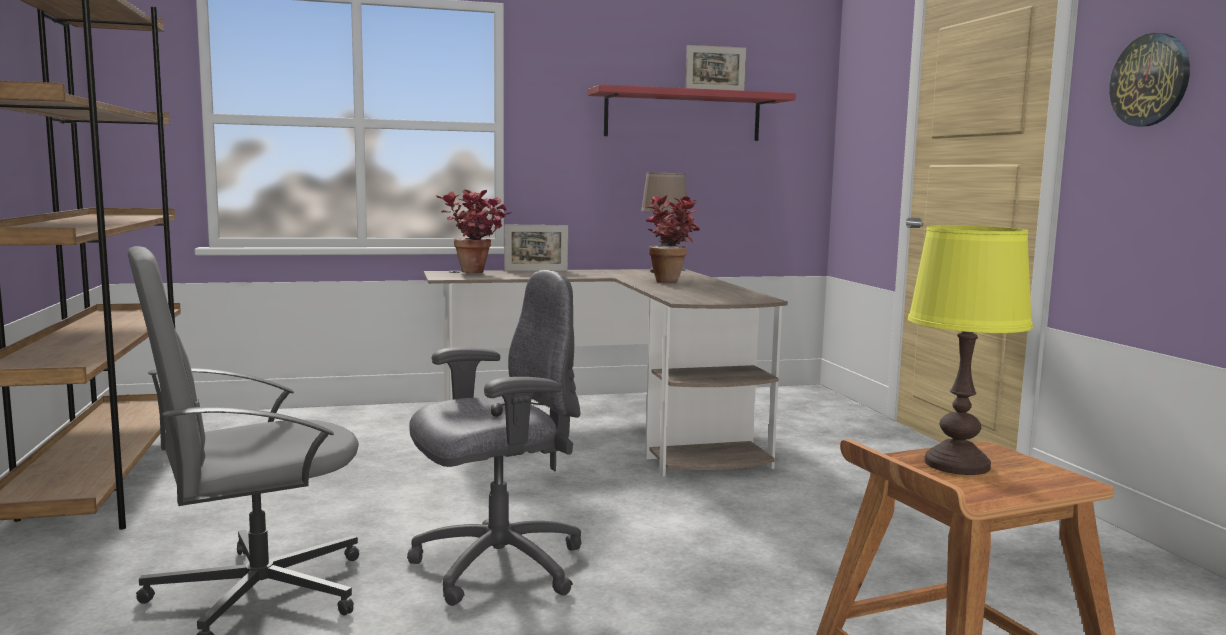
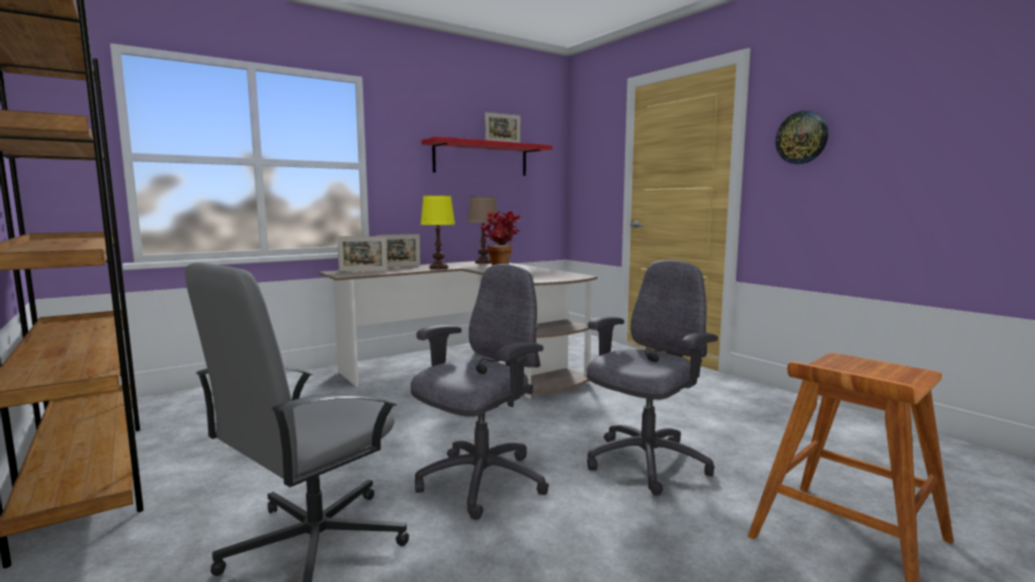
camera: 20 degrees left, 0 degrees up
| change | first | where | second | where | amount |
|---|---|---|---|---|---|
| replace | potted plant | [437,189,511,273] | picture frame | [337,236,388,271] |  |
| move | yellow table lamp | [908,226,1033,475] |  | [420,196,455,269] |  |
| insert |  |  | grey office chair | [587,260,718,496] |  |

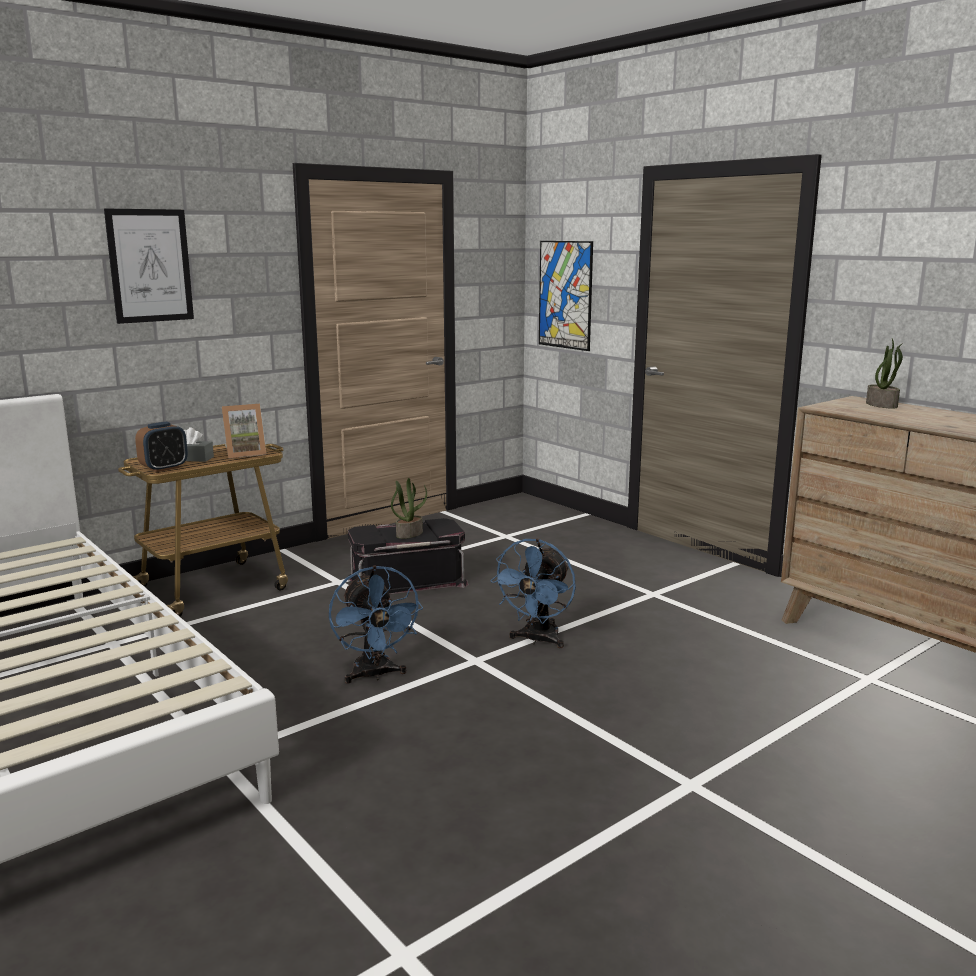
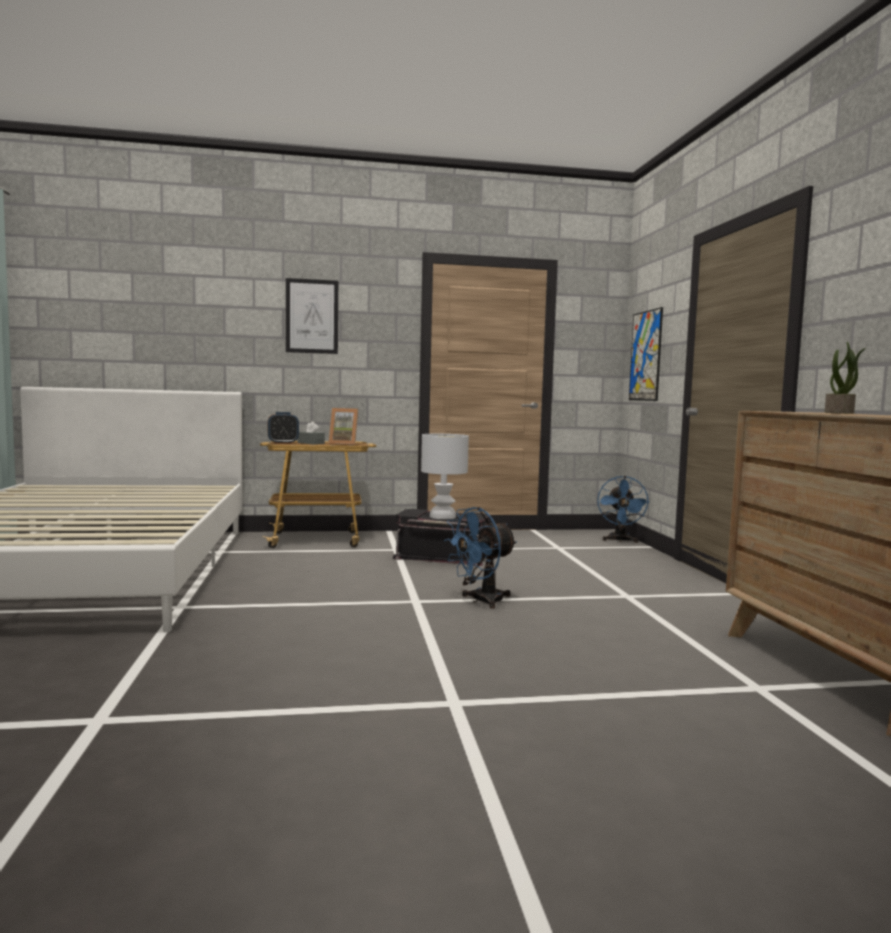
camera: 30 degrees right, 10 degrees down
| change | first | where | second | where | amount |
|---|---|---|---|---|---|
| replace | potted plant | [391,478,427,539] | white table lamp | [421,434,469,519] |  |
| move | blue fan | [329,565,423,684] |  | [597,476,649,543] |  |

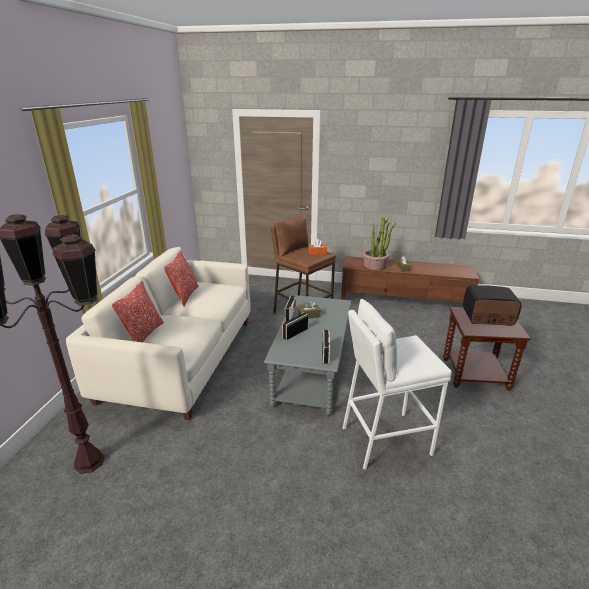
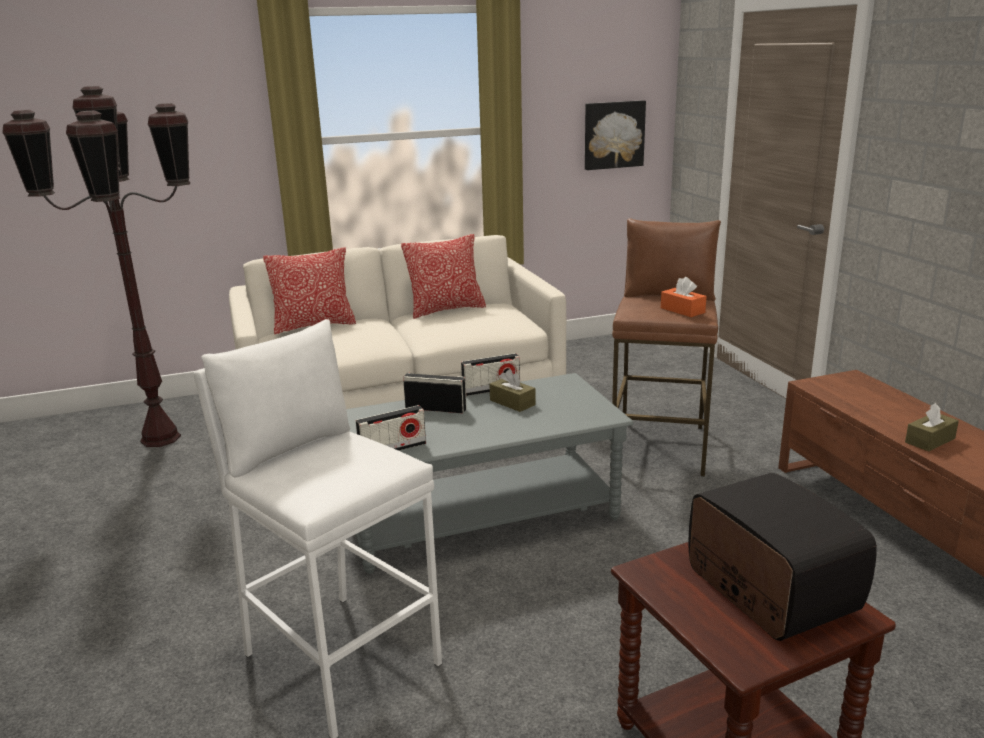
camera: 60 degrees right, 5 degrees down
| change | first | where | second | where | amount |
|---|---|---|---|---|---|
| insert |  |  | picture | [585,100,646,170] |  |
| delete | potted plant | [362,217,396,270] |  |  |  |

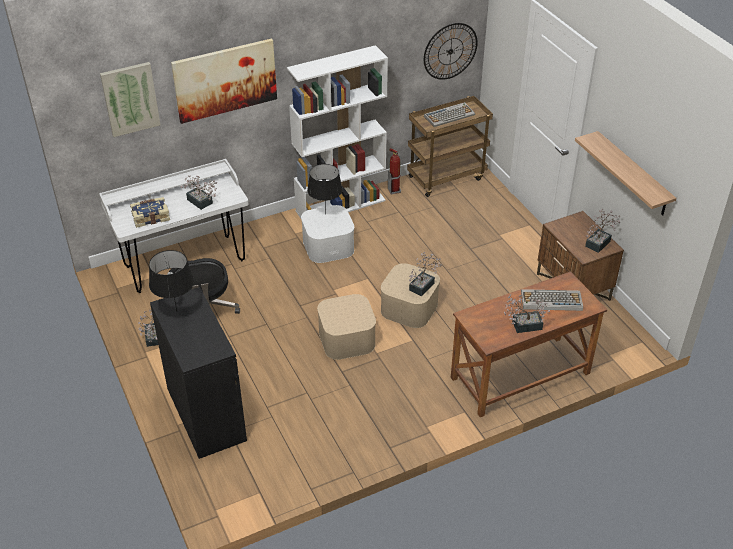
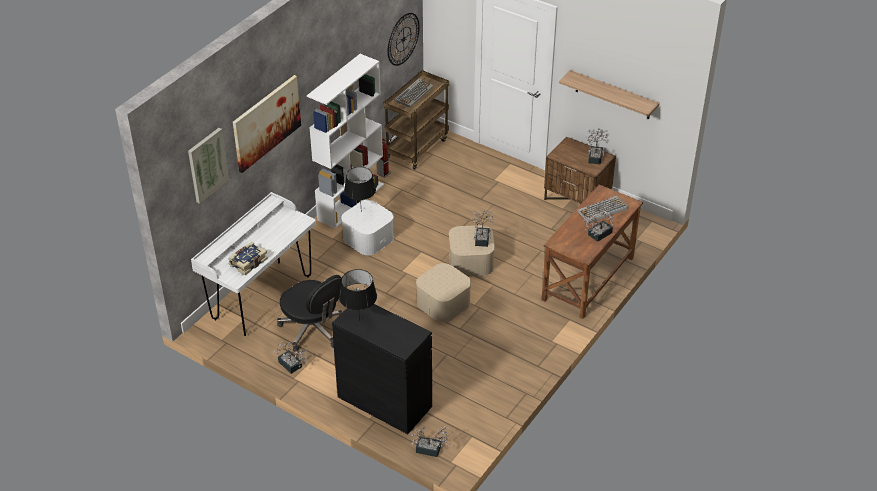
camera: 30 degrees left, 0 degrees up
| change | first | where | second | where | amount |
|---|---|---|---|---|---|
| move | potted plant | [180,175,218,210] |  | [411,426,449,457] |  |

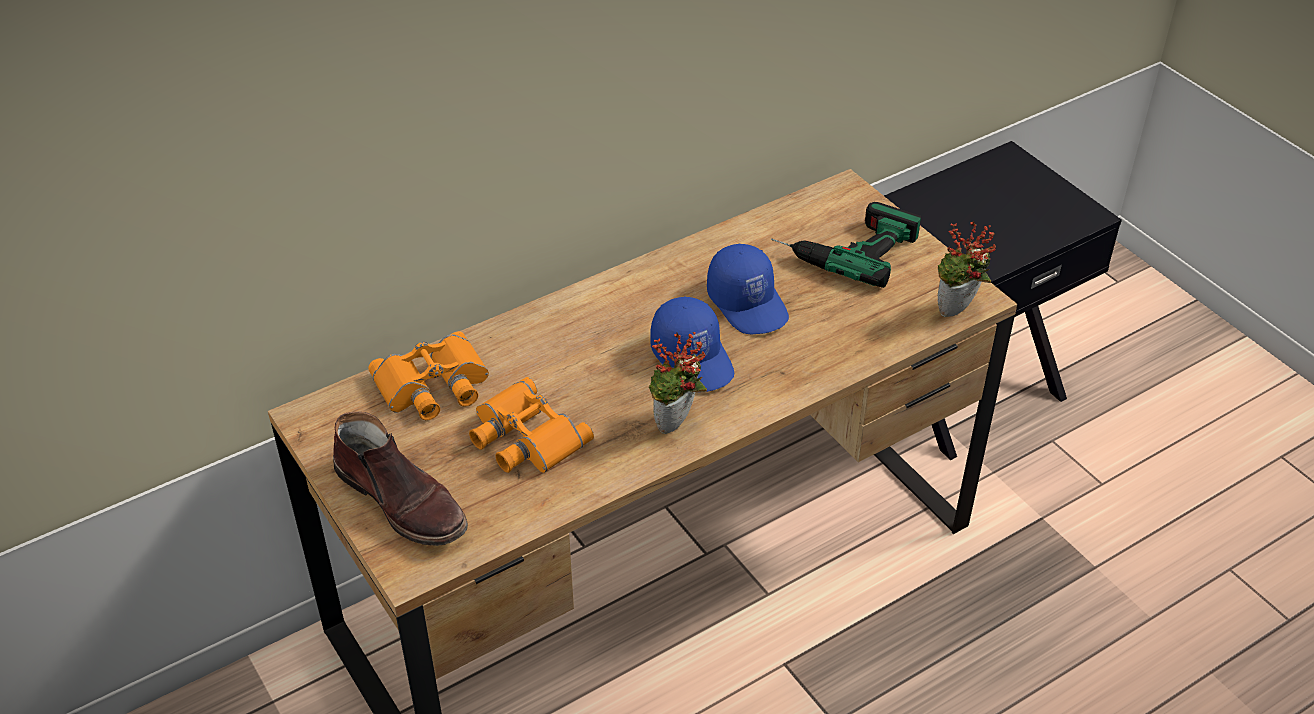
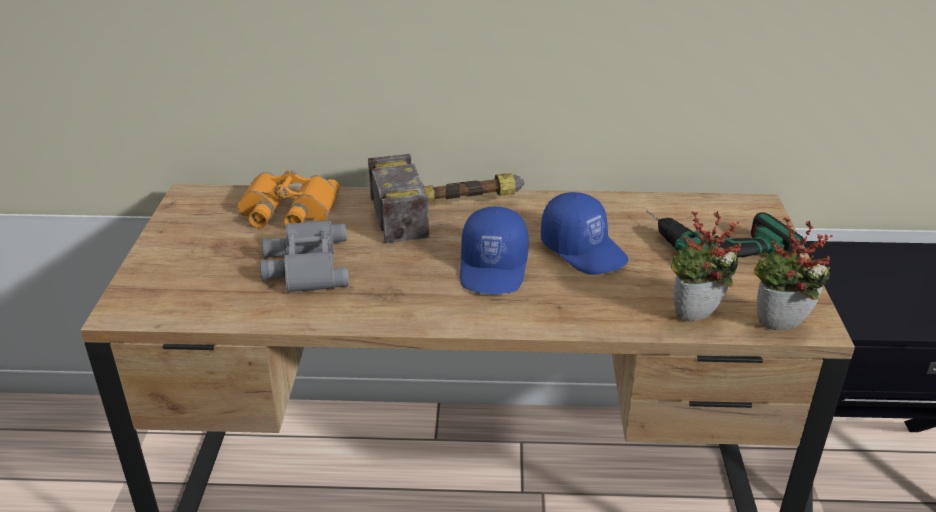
camera: 35 degrees right, 10 degrees down
| change | first | where | second | where | amount |
|---|---|---|---|---|---|
| recolor | orange binoculars | [469,377,594,473] | grey binoculars | [260,220,349,292] |  |
| insert |  |  | hammer | [368,154,525,244] |  |
| rotate | blue cap | [707,244,789,334] |  | [541,192,628,275] | 45 degrees counterclockwise |
| move | potted plant | [649,332,707,434] |  | [671,211,741,321] |  |
| delete | brown boot | [333,412,468,546] |  |  |  |

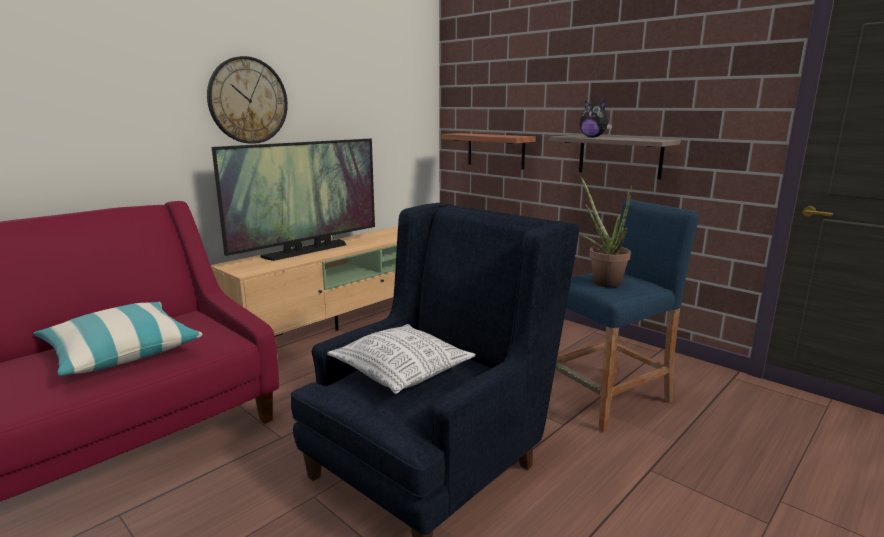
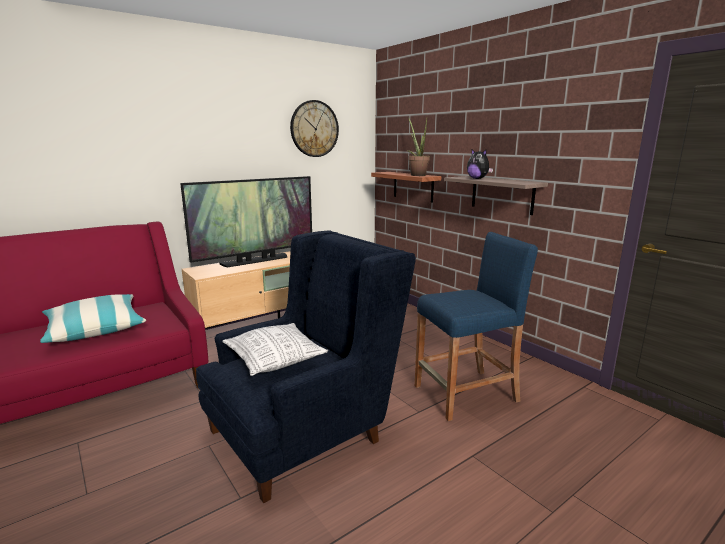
camera: 10 degrees right, 0 degrees up
| change | first | where | second | where | amount |
|---|---|---|---|---|---|
| move | wall clock | [207,56,288,144] |  | [290,100,339,157] |  |
| move | potted plant | [580,176,632,287] |  | [407,117,430,176] |  |

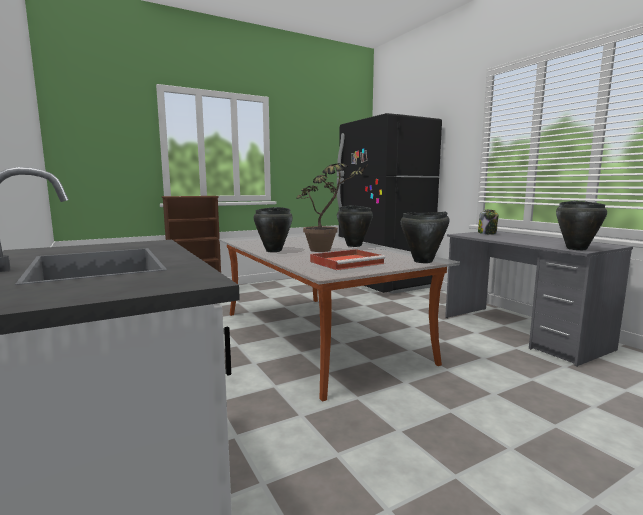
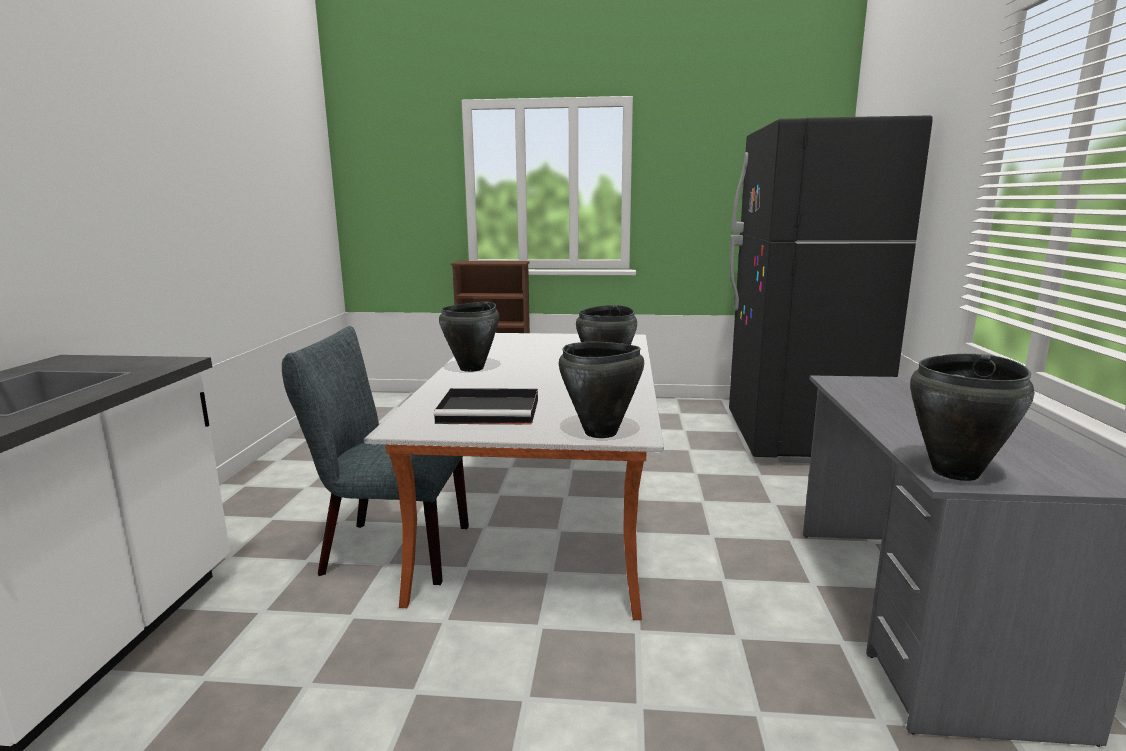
camera: 35 degrees right, 5 degrees up
| change | first | where | second | where | amount |
|---|---|---|---|---|---|
| insert |  |  | grey chair | [282,326,469,585] |  |
| recolor | red tray | [310,249,385,270] | black tray | [434,388,538,424] |  |
| delete | potted plant | [296,163,368,252] |  |  |  |
| delete | jar | [478,210,498,235] |  |  |  |

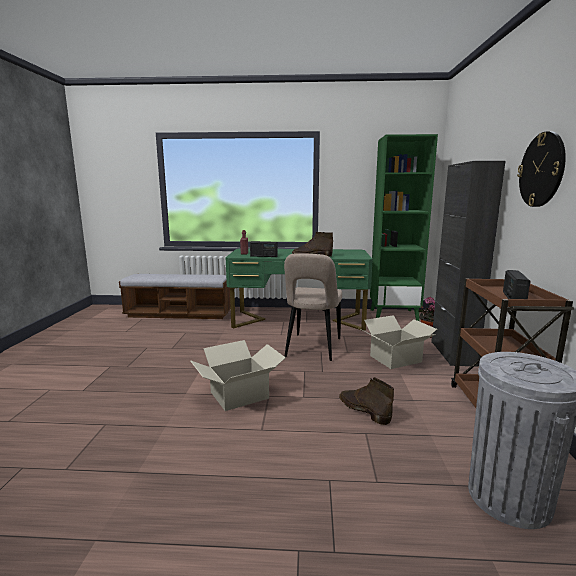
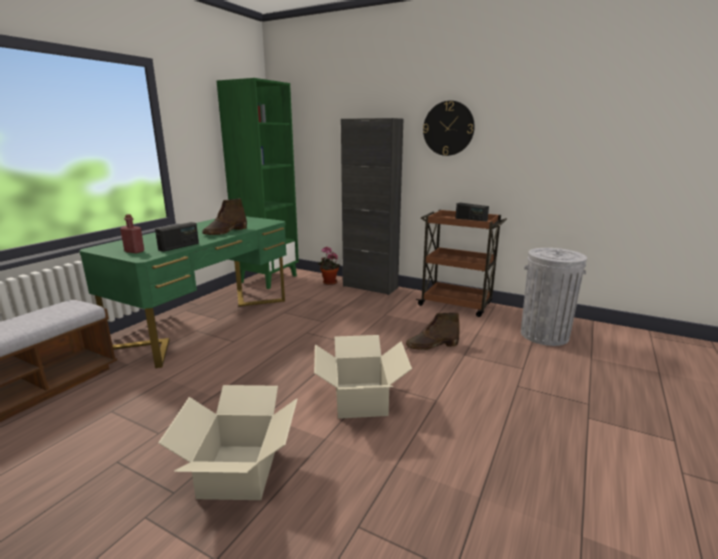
camera: 65 degrees left, 5 degrees up
| change | first | where | second | where | amount |
|---|---|---|---|---|---|
| move | cardboard box | [359,315,437,369] |  | [158,385,297,500] |  |
| delete | beige chair | [284,253,342,361] |  |  |  |

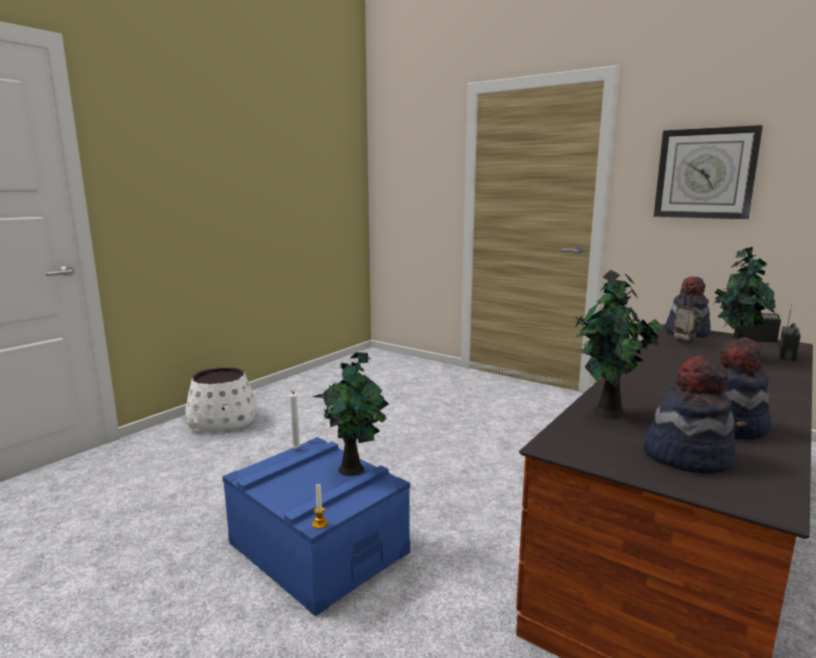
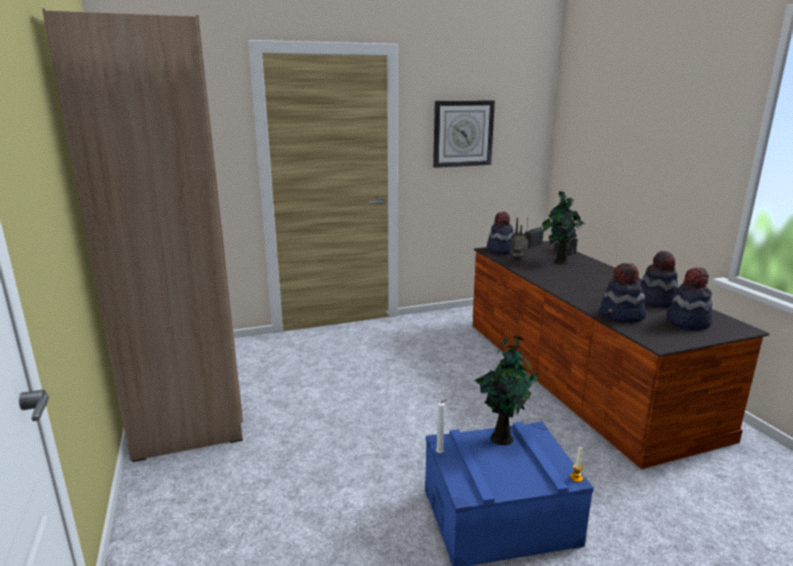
camera: 55 degrees left, 5 degrees up
| change | first | where | second | where | amount |
|---|---|---|---|---|---|
| insert |  |  | beige wardrobe | [42,8,243,462] |  |
| replace | potted plant | [575,270,663,419] | hat | [600,263,646,323] |  |
| delete | white planter | [185,368,257,432] |  |  |  |

